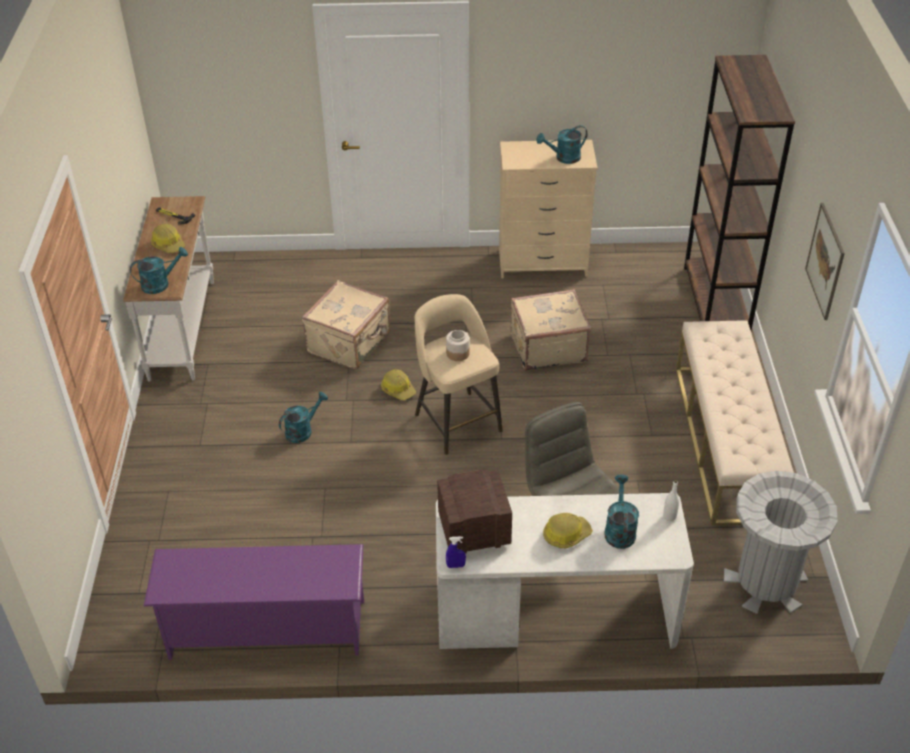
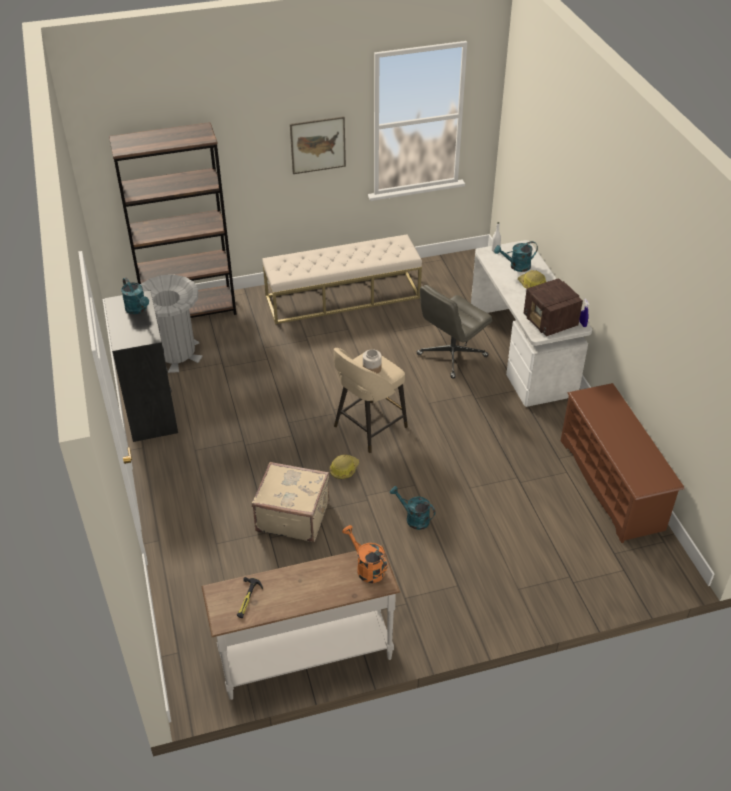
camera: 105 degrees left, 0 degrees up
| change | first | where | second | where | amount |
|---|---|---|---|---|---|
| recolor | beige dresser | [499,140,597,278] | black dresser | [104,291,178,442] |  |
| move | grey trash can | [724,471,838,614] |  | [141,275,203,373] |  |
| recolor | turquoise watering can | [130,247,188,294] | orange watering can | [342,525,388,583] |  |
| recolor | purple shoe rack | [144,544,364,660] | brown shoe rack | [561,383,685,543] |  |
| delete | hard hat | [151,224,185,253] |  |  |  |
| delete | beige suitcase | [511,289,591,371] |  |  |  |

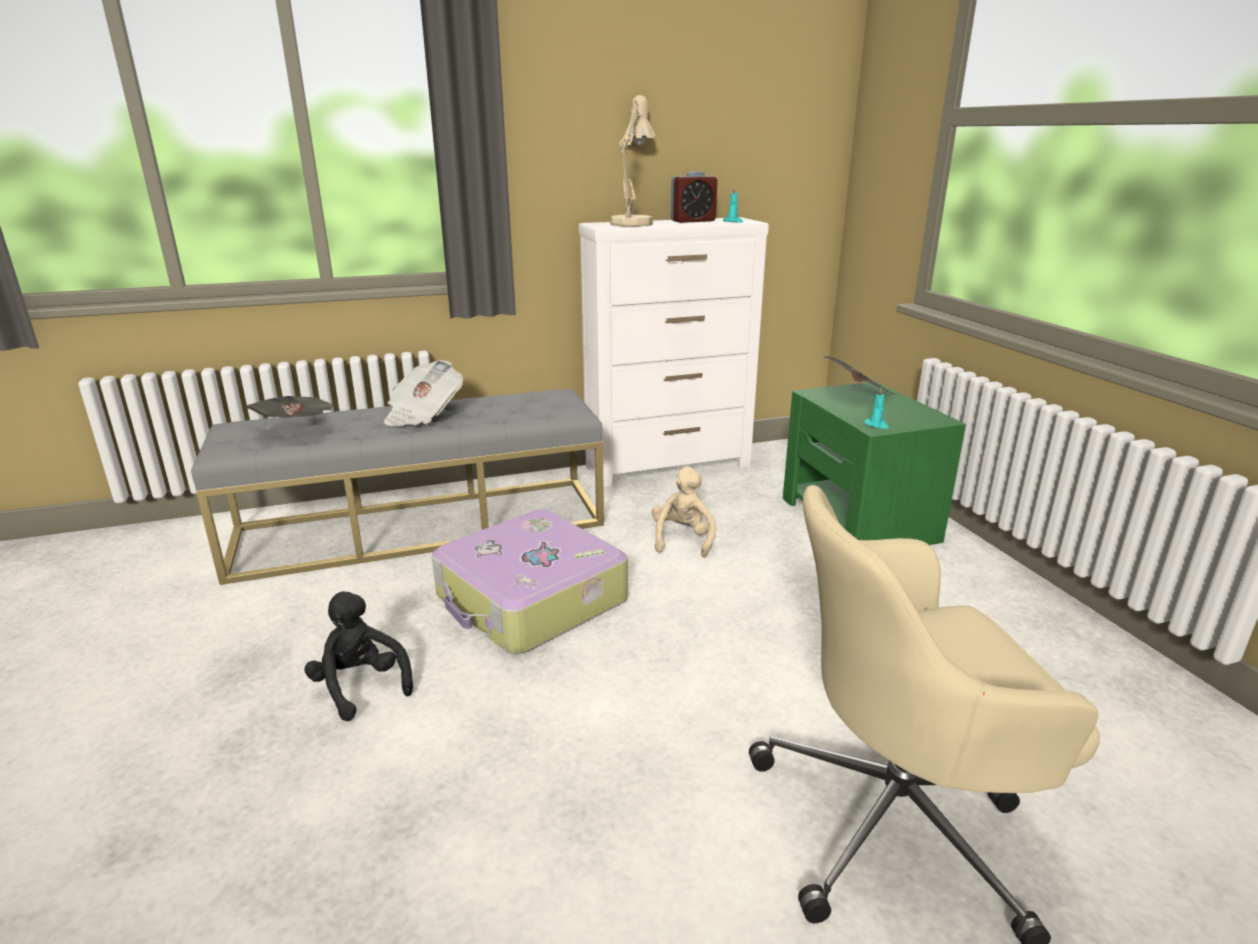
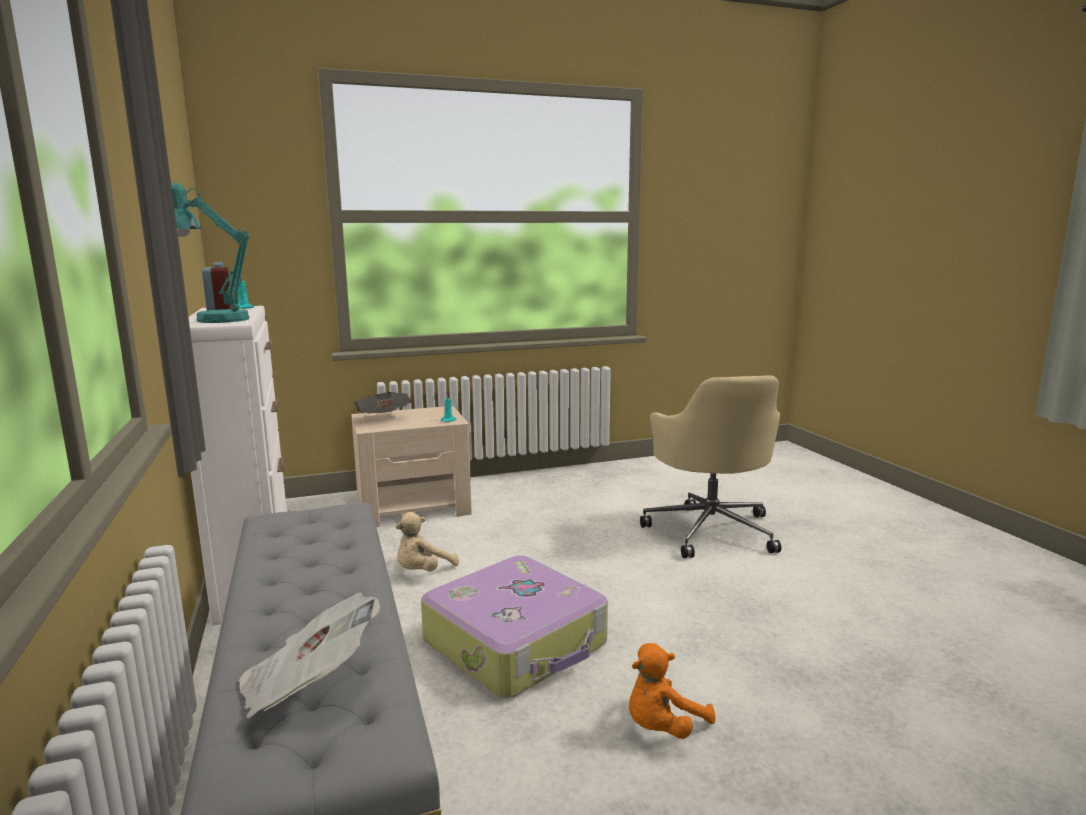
camera: 90 degrees left, 10 degrees down
| change | first | where | second | where | amount |
|---|---|---|---|---|---|
| recolor | beige table lamp | [610,95,656,227] | turquoise table lamp | [171,183,250,323] |  |
| recolor | green nightstand | [783,382,966,545] | beige nightstand | [351,406,472,527] |  |
| rotate | beige plush toy | [652,467,716,558] |  | [396,512,459,572] | 60 degrees counterclockwise |
| recolor | black plush toy | [305,591,413,721] | orange plush toy | [629,643,715,739] |  |
| delete | newspaper | [384,360,463,426] |  |  |  |

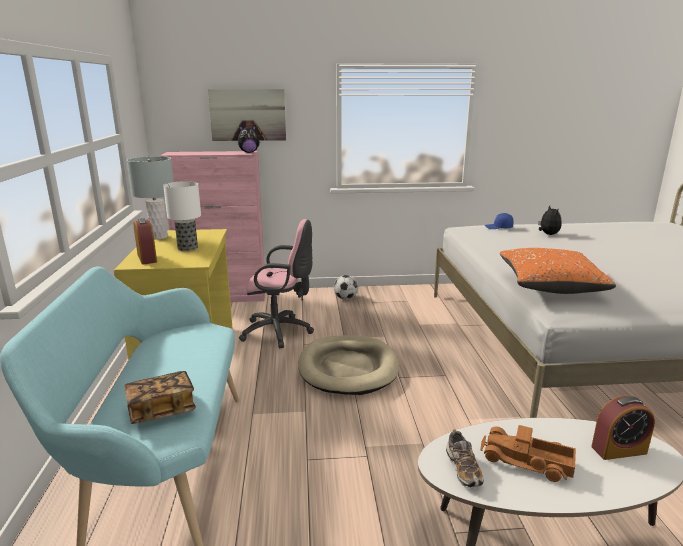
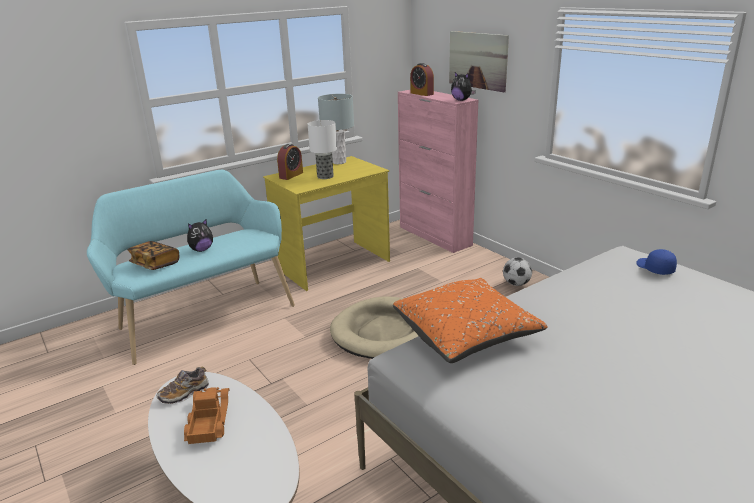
camera: 60 degrees right, 5 degrees up
| change | first | where | second | where | amount |
|---|---|---|---|---|---|
| move | plush toy | [538,205,562,235] |  | [187,219,213,252] |  |
| move | alarm clock | [591,396,655,460] |  | [410,63,434,96] |  |
| delete | pink office chair | [239,219,314,348] |  |  |  |

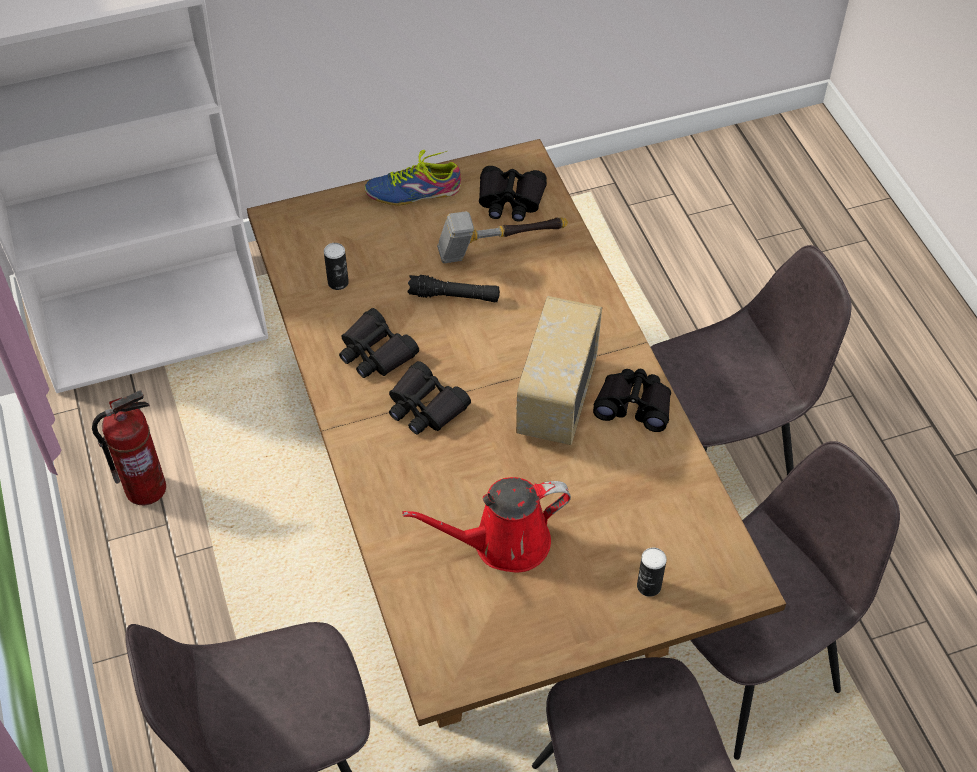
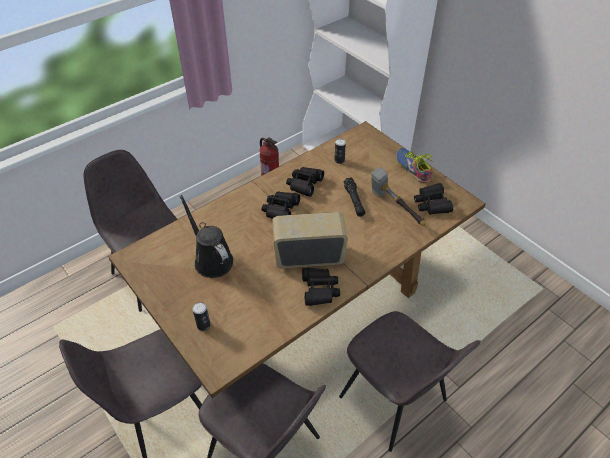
camera: 70 degrees right, 5 degrees down
| change | first | where | second | where | amount |
|---|---|---|---|---|---|
| recolor | red watering can | [402,477,571,572] | black watering can | [179,195,233,278] |  |

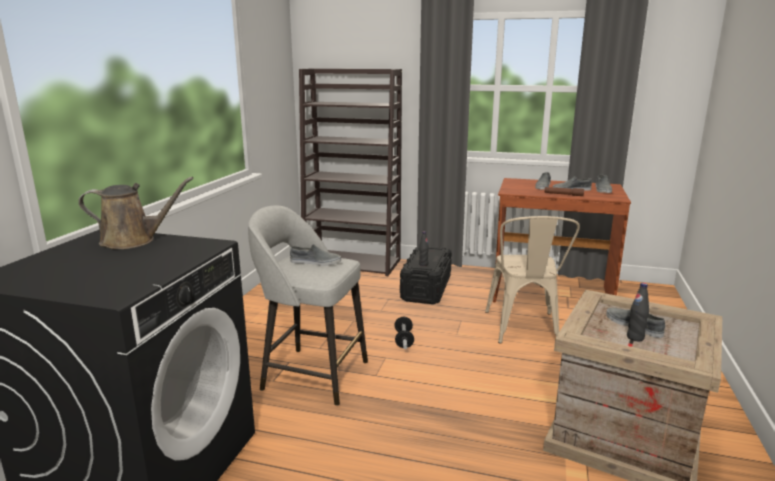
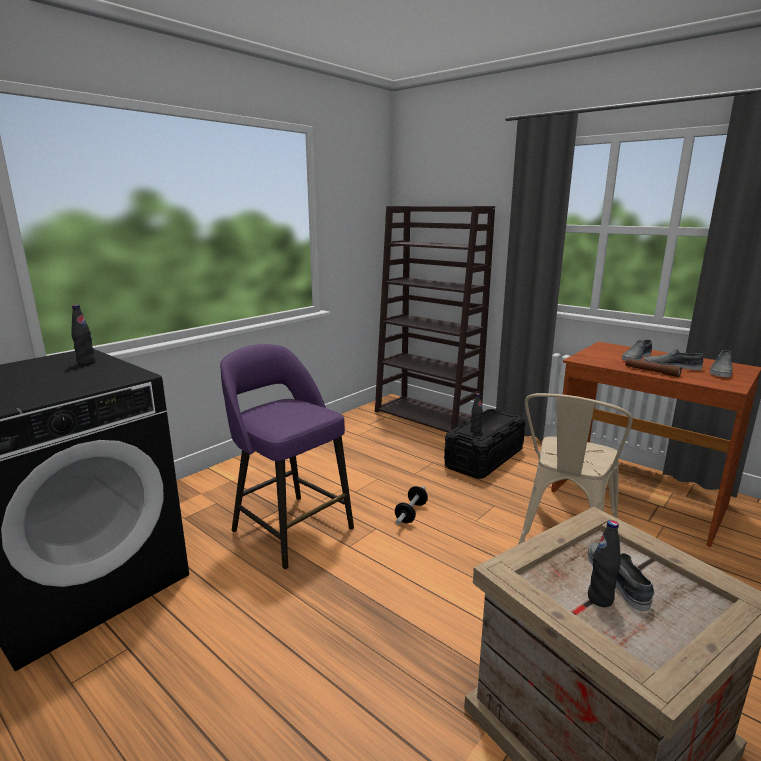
camera: 25 degrees right, 0 degrees up
| change | first | where | second | where | amount |
|---|---|---|---|---|---|
| replace | brown watering can | [78,177,194,249] | black bottle | [71,305,95,365] |  |
| recolor | grey stool | [248,205,368,406] | purple stool | [220,344,354,569] |  |
| delete | grey shoe | [290,244,341,266] |  |  |  |

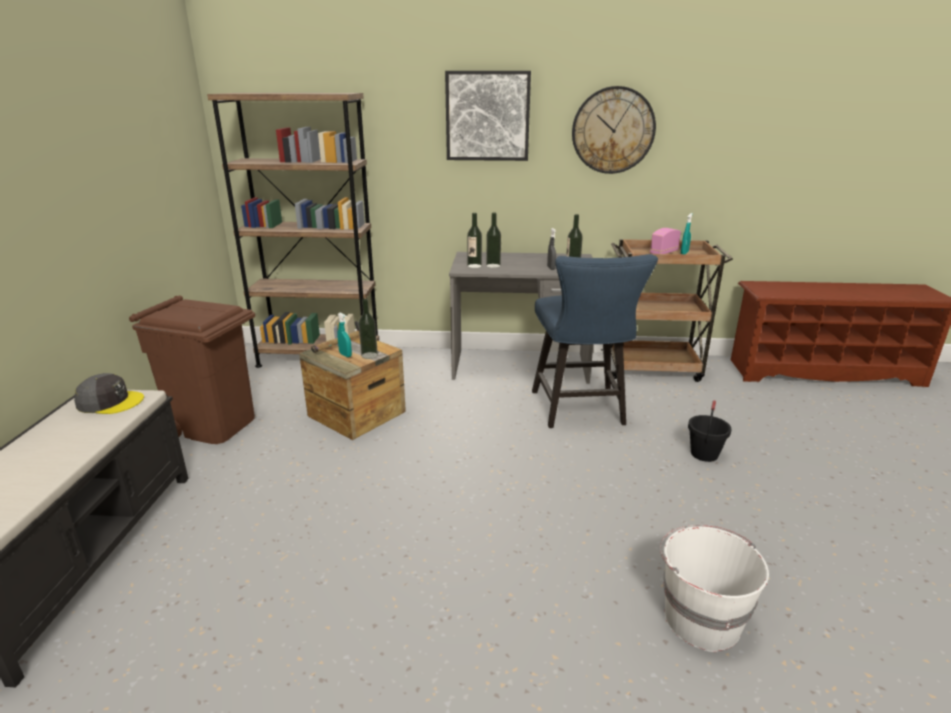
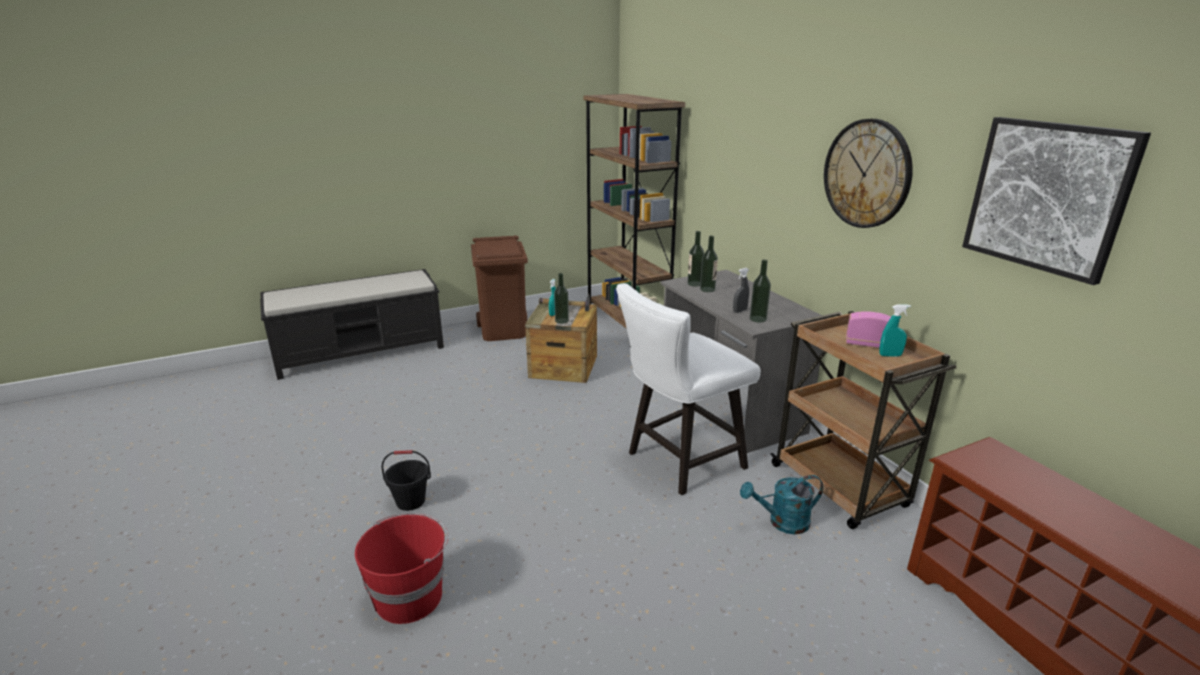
camera: 60 degrees right, 0 degrees up
| change | first | where | second | where | amount |
|---|---|---|---|---|---|
| recolor | white bucket | [660,525,769,652] | red bucket | [355,513,449,624] |  |
| move | black bucket | [688,400,731,462] |  | [381,450,431,511] |  |
| recolor | blue chair | [532,254,658,428] | white chair | [616,283,761,495] |  |
| insert |  |  | turquoise watering can | [740,475,823,534] |  |
| move | picture | [445,71,531,161] |  | [962,117,1151,285] |  |
| delete | grey cap | [74,373,144,414] |  |  |  |

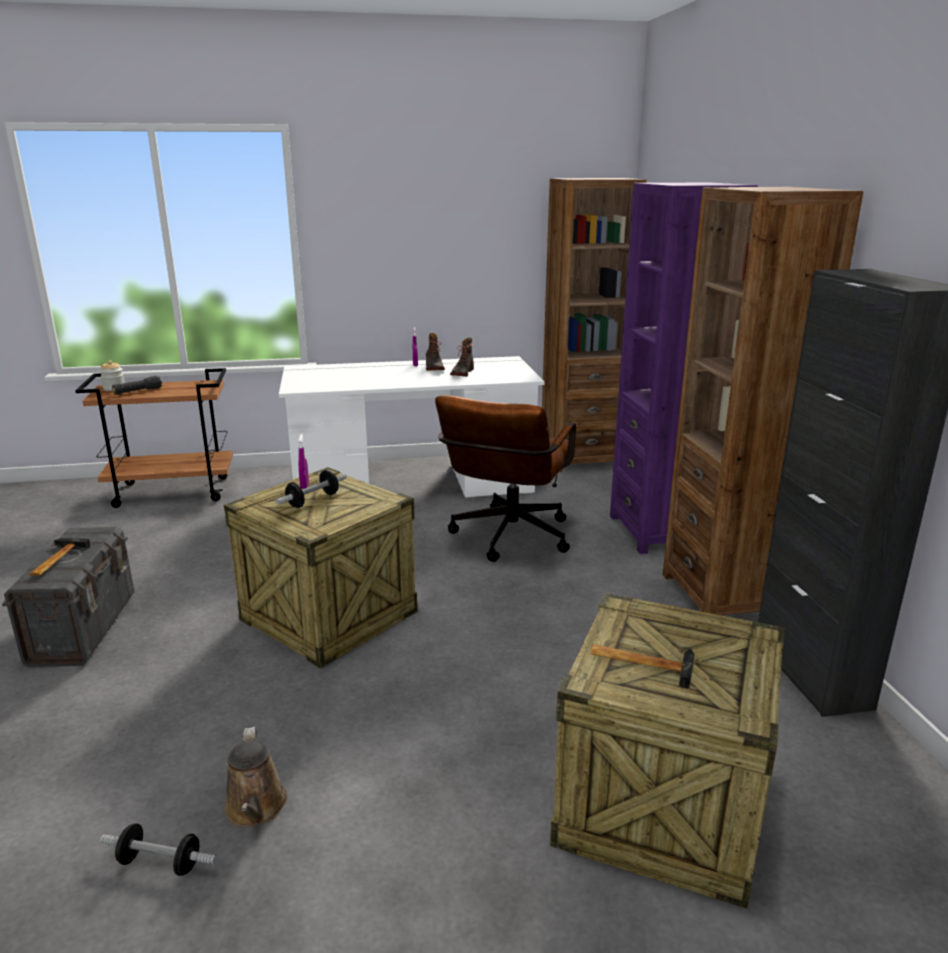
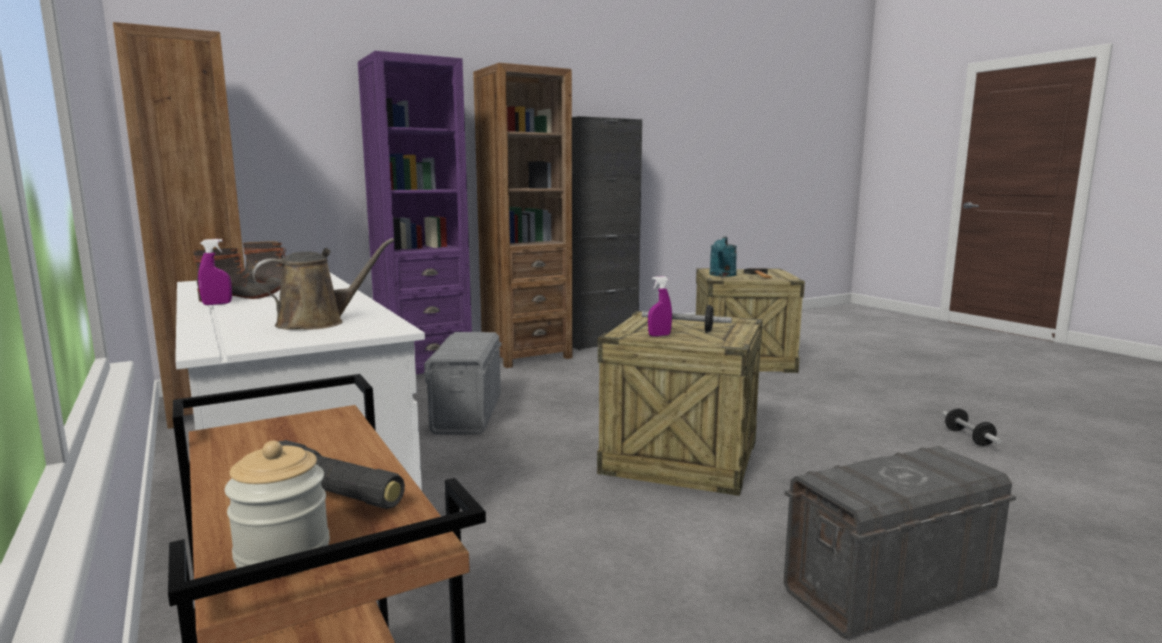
camera: 110 degrees left, 10 degrees down
| change | first | where | second | where | amount |
|---|---|---|---|---|---|
| move | brown watering can | [224,727,287,827] |  | [252,238,394,330] |  |
| replace | brown office chair | [435,395,576,562] | grey storage box | [424,332,502,435] |  |
| insert |  |  | turquoise watering can | [710,236,737,277] |  |
| delete | hammer | [29,538,91,576] |  |  |  |

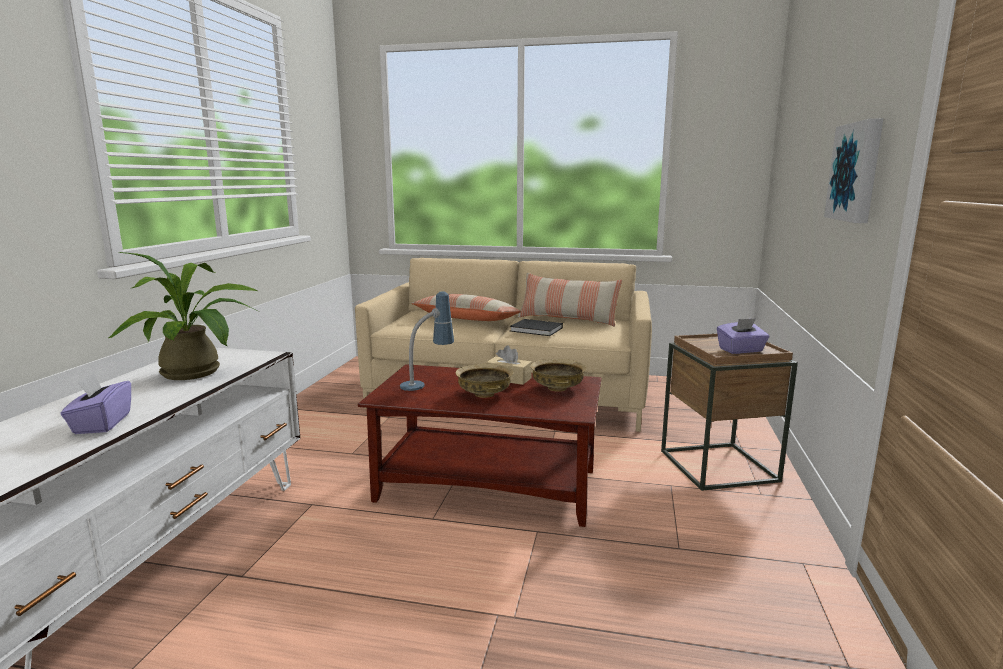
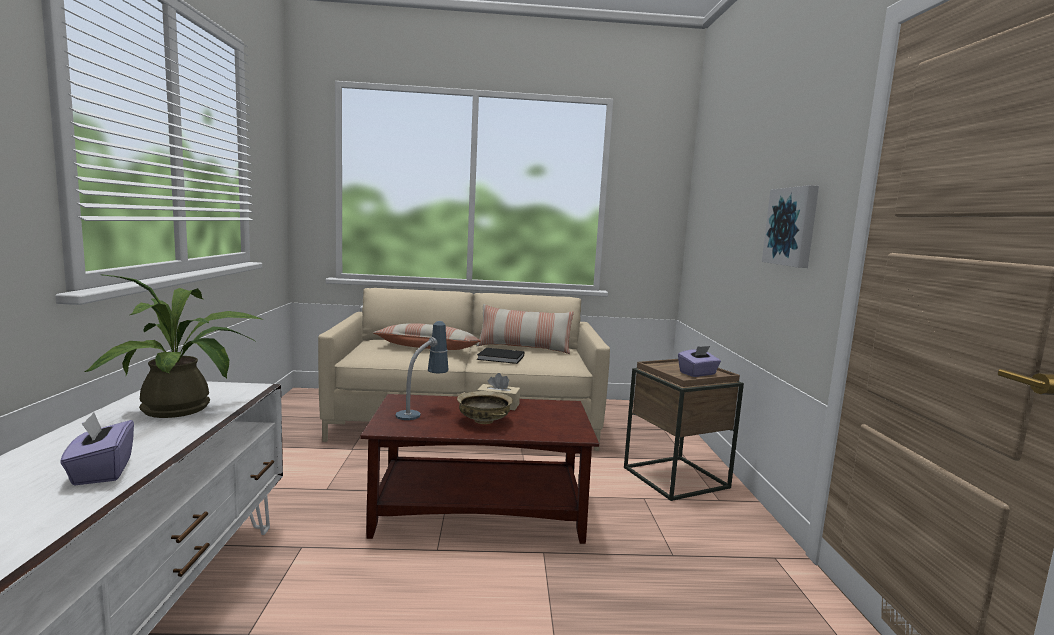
camera: 15 degrees left, 5 degrees down
| change | first | where | second | where | amount |
|---|---|---|---|---|---|
| delete | beige bowl | [530,359,587,392] |  |  |  |

